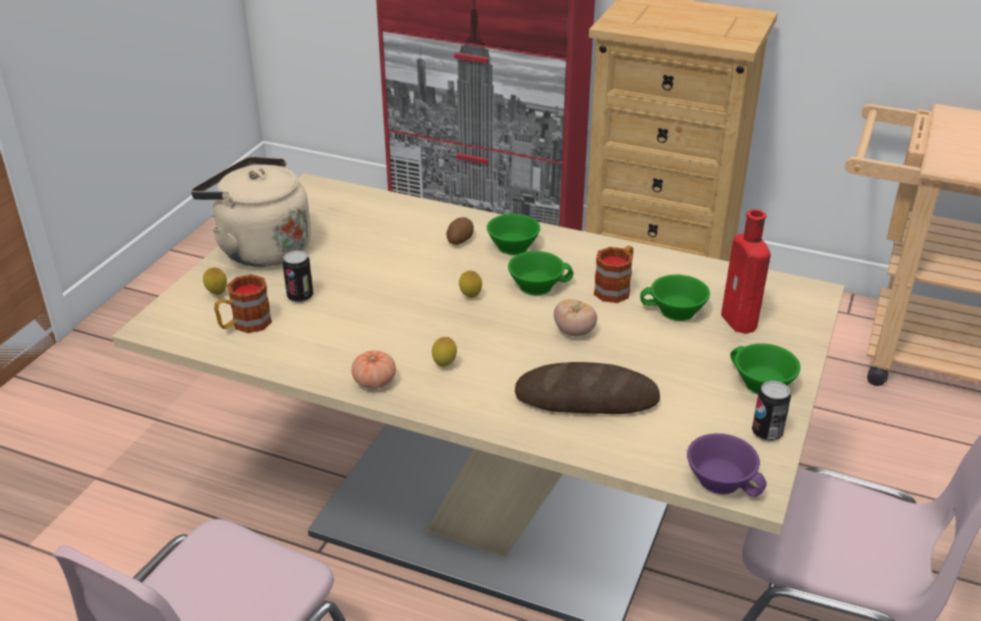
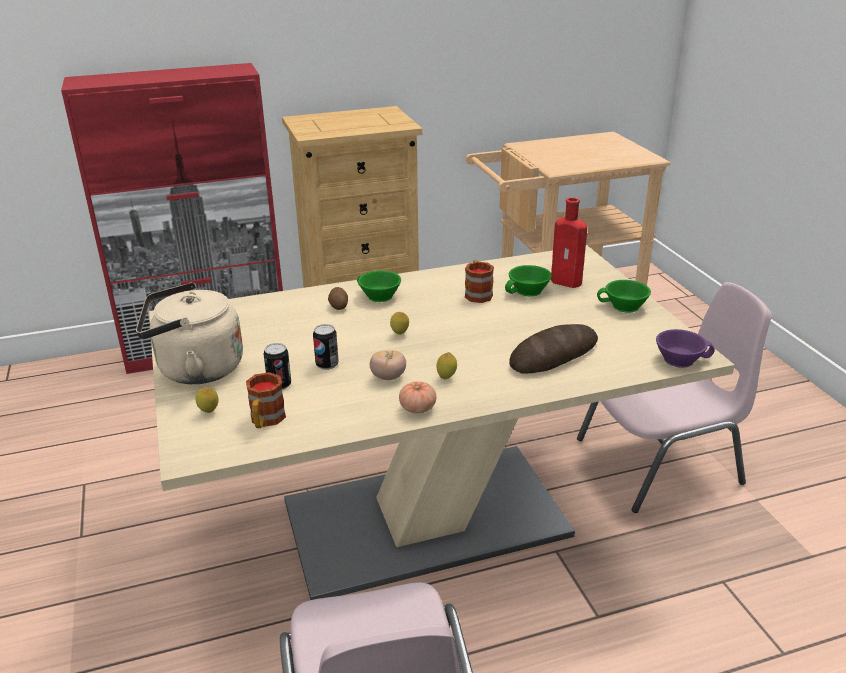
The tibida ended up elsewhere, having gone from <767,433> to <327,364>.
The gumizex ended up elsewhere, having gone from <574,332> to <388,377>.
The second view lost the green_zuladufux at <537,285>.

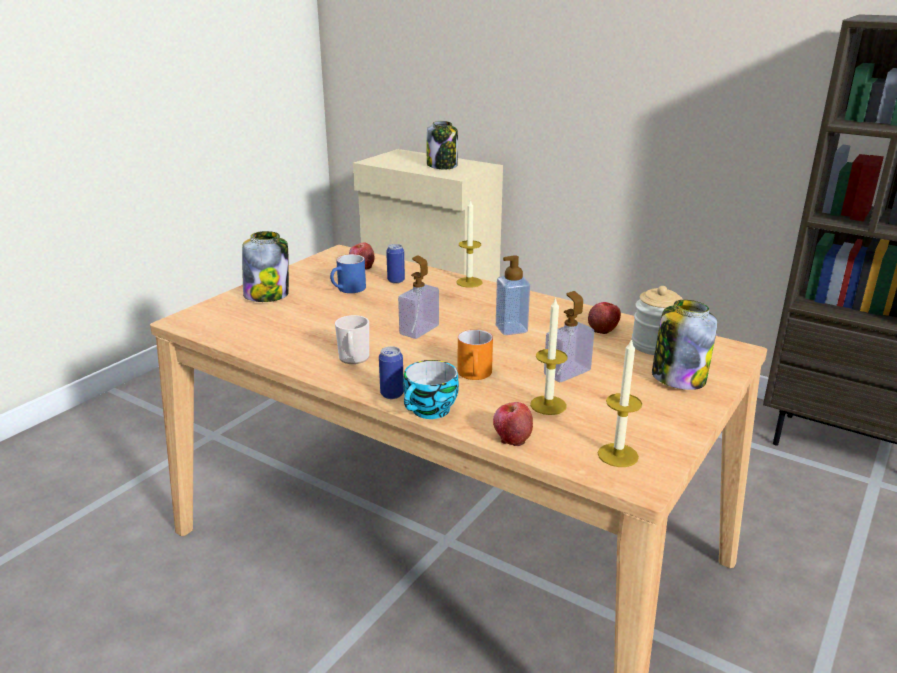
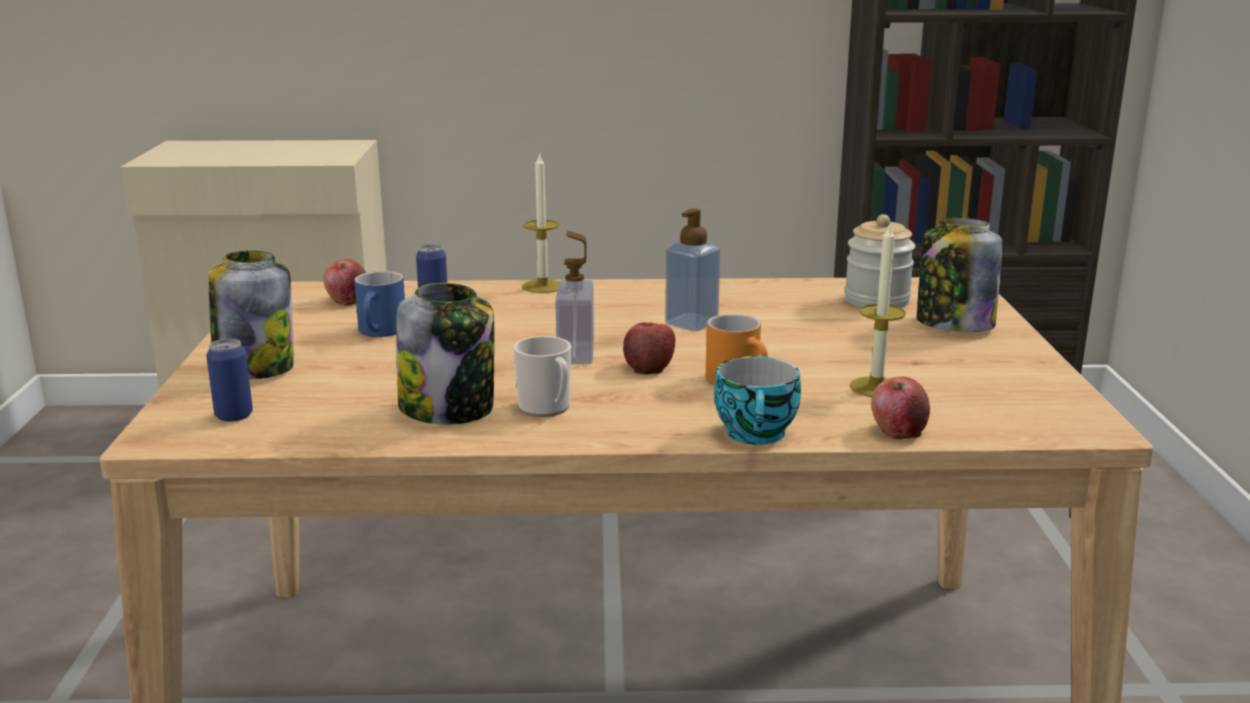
The tibida ended up elsewhere, having gone from <392,394> to <234,415>.
The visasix ended up elsewhere, having gone from <442,166> to <449,409>.
The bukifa ended up elsewhere, having gone from <603,329> to <649,367>.
The second view lost the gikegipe at <567,372>.
The second view lost the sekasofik at <618,455>.

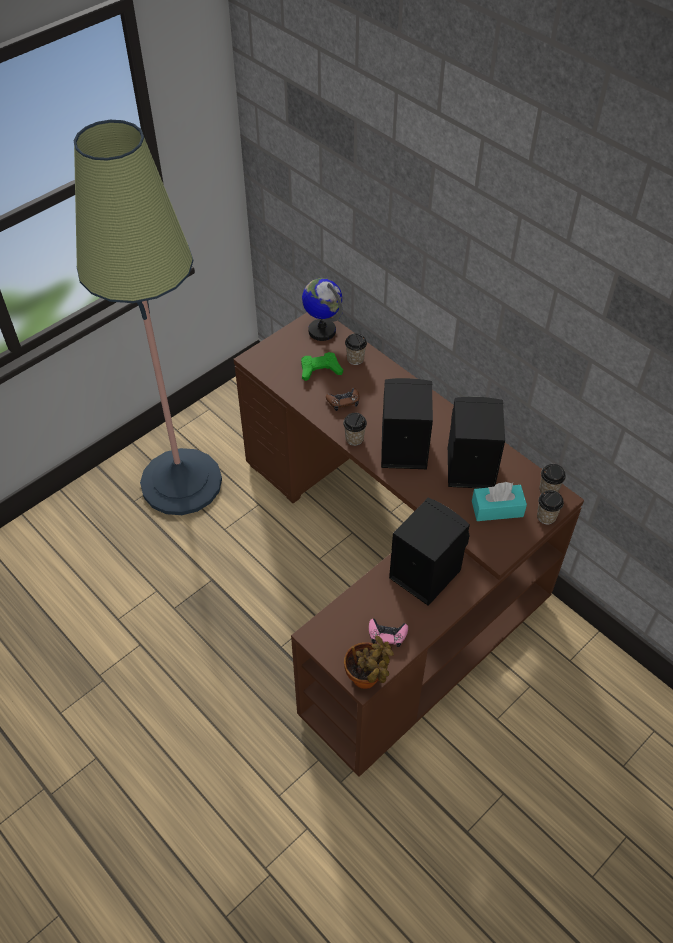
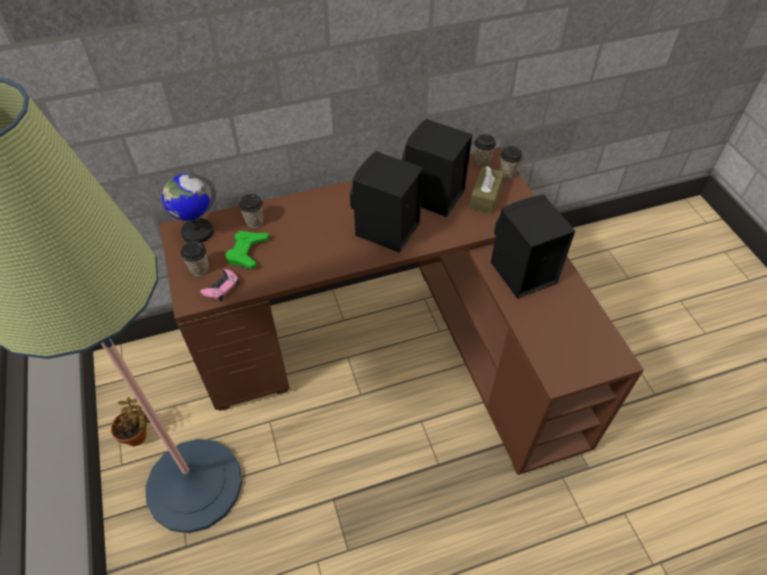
The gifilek ended up elsewhere, having gone from <367,679> to <139,436>.
The zuladufux ended up elsewhere, having gone from <354,439> to <199,269>.
The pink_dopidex ended up elsewhere, having gone from <387,634> to <221,287>.
What was the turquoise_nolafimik at <497,509> turned into the brown_nolafimik at <485,197>.
The second view lost the brown_dopidex at <343,401>.

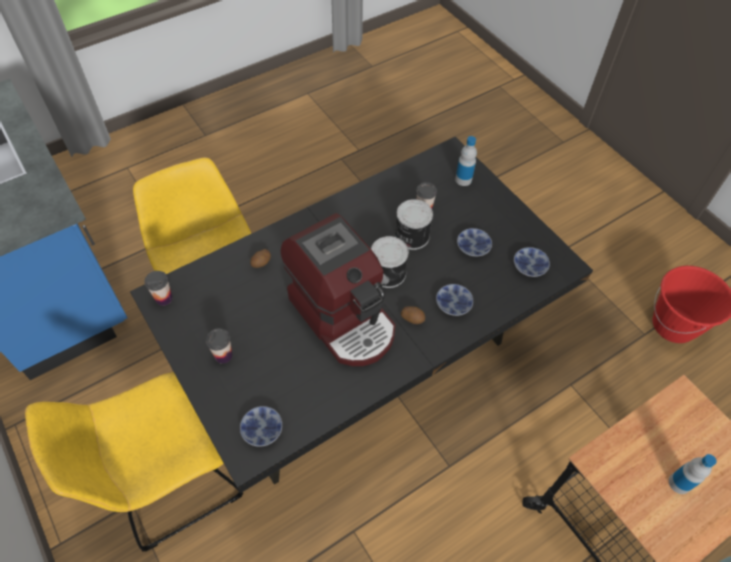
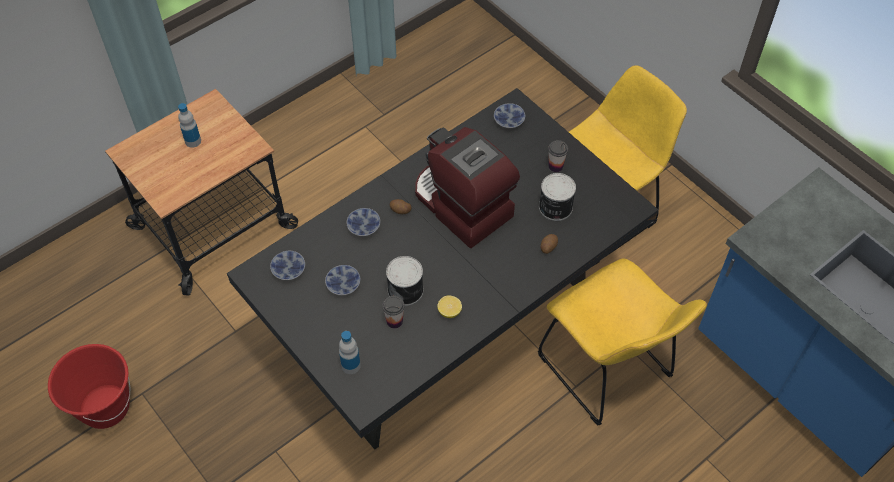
The second view gained the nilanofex at <449,311>.
The tibida ended up elsewhere, having gone from <388,272> to <555,207>.
The second view lost the zuladufux at <164,298>.

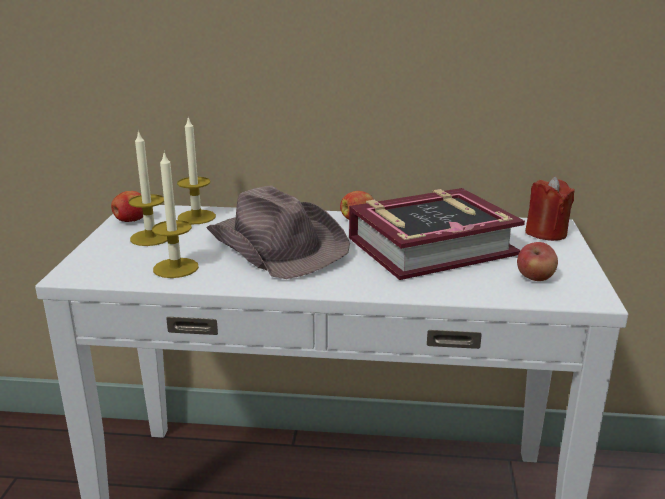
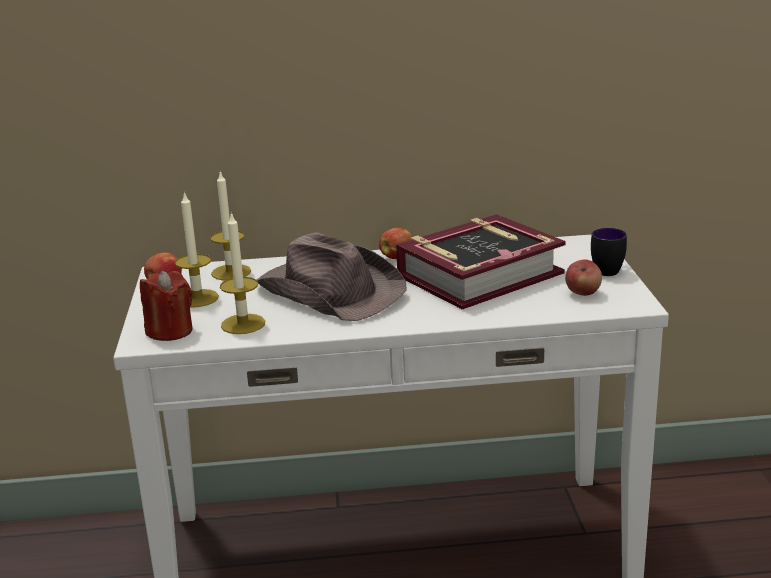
The red_sekasofik ended up elsewhere, having gone from <546,233> to <170,331>.
The second view gained the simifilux at <610,269>.

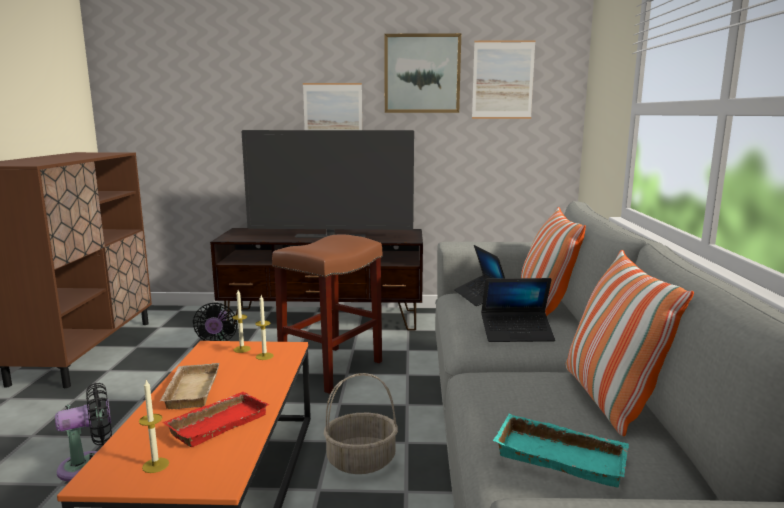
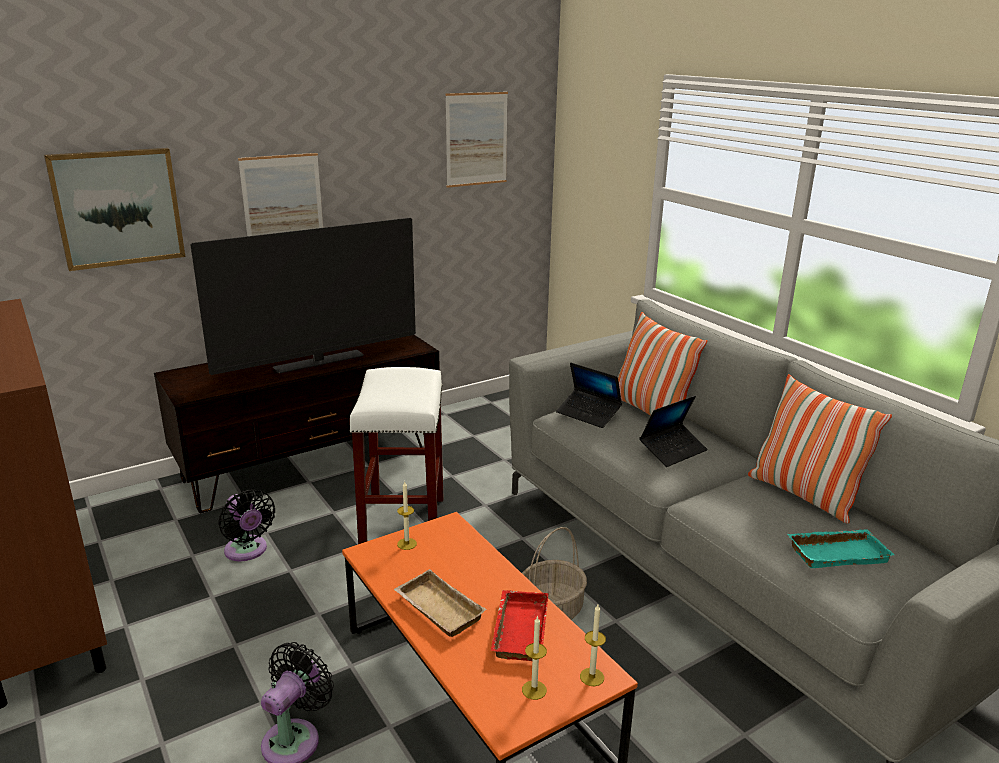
The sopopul ended up elsewhere, having gone from <422,74> to <118,208>.
What was the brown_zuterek at <332,368> turned into the white_zuterek at <402,524>.
The sekasofik ended up elsewhere, having gone from <264,356> to <592,677>.

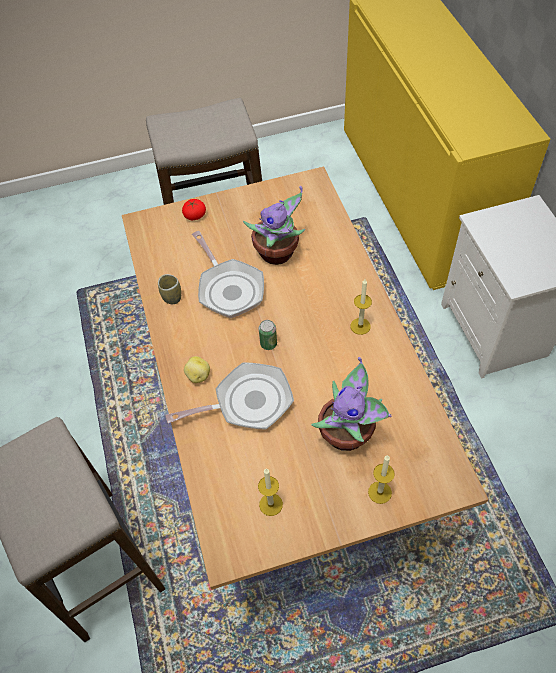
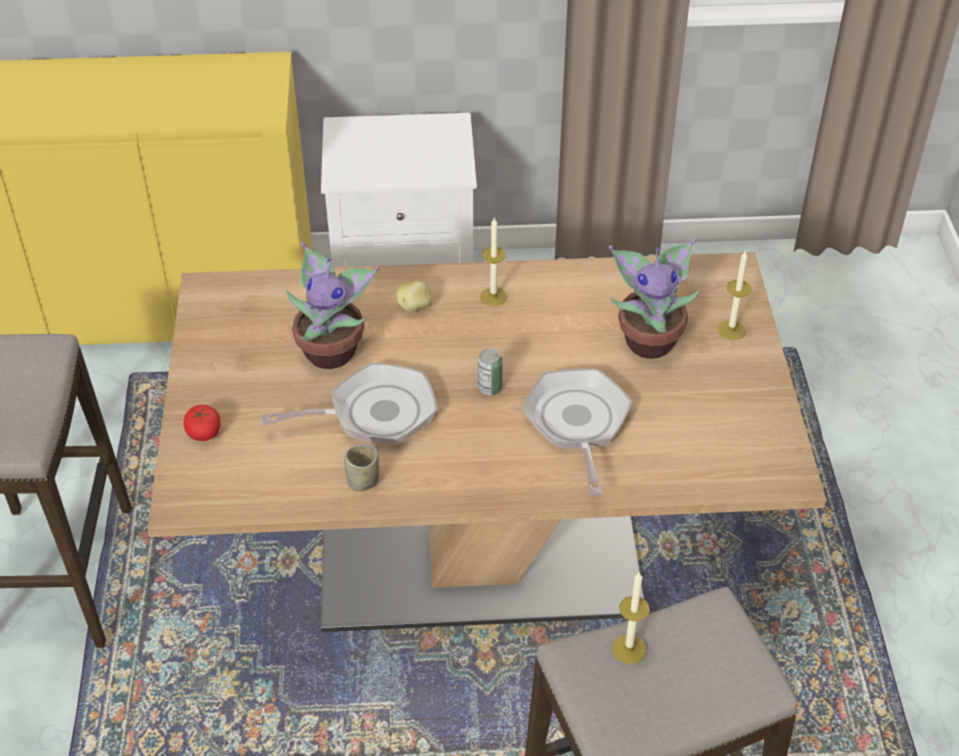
The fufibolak ended up elsewhere, having gone from <198,376> to <415,307>.
The sekasofik ended up elsewhere, having gone from <271,504> to <629,649>.

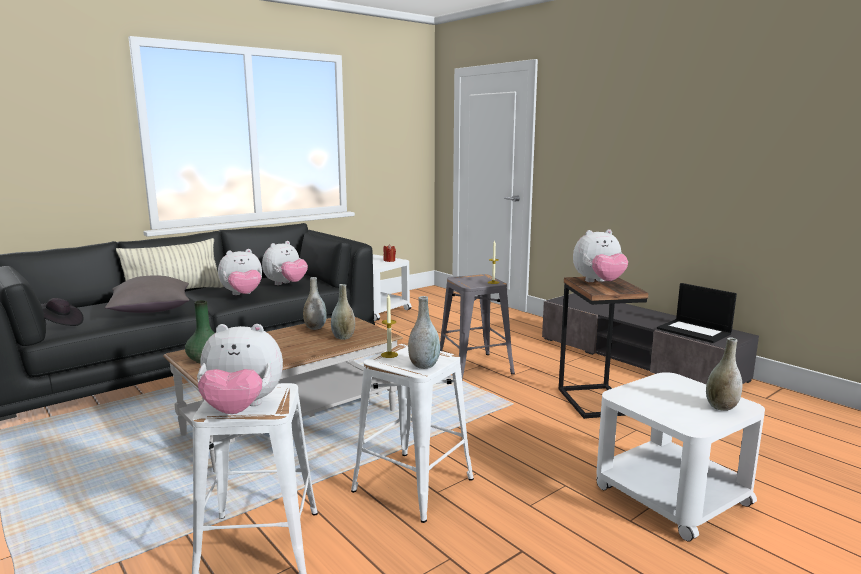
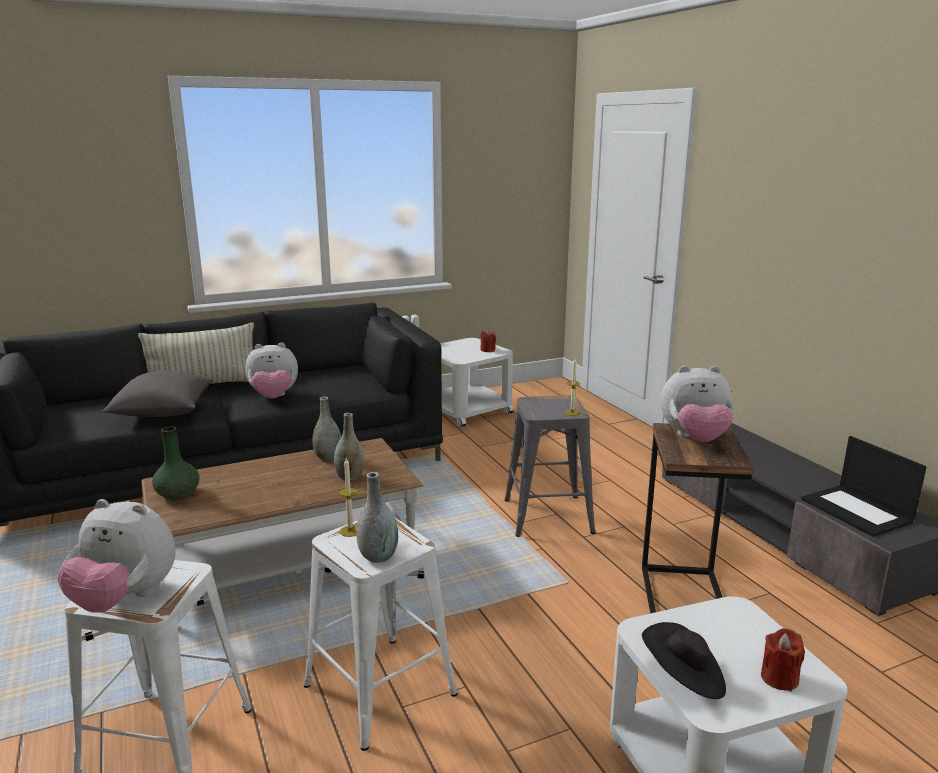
The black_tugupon ended up elsewhere, having gone from <60,324> to <683,678>.
Where the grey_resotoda stood at <721,407>, the red_sekasofik came to stand at <779,678>.
The second view lost the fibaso at <286,284>.

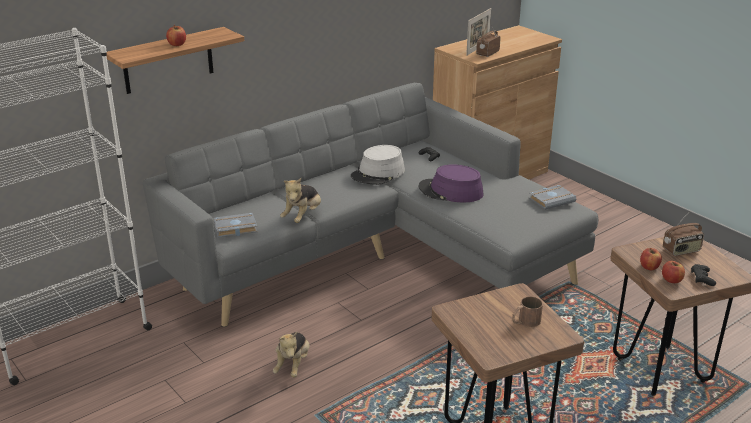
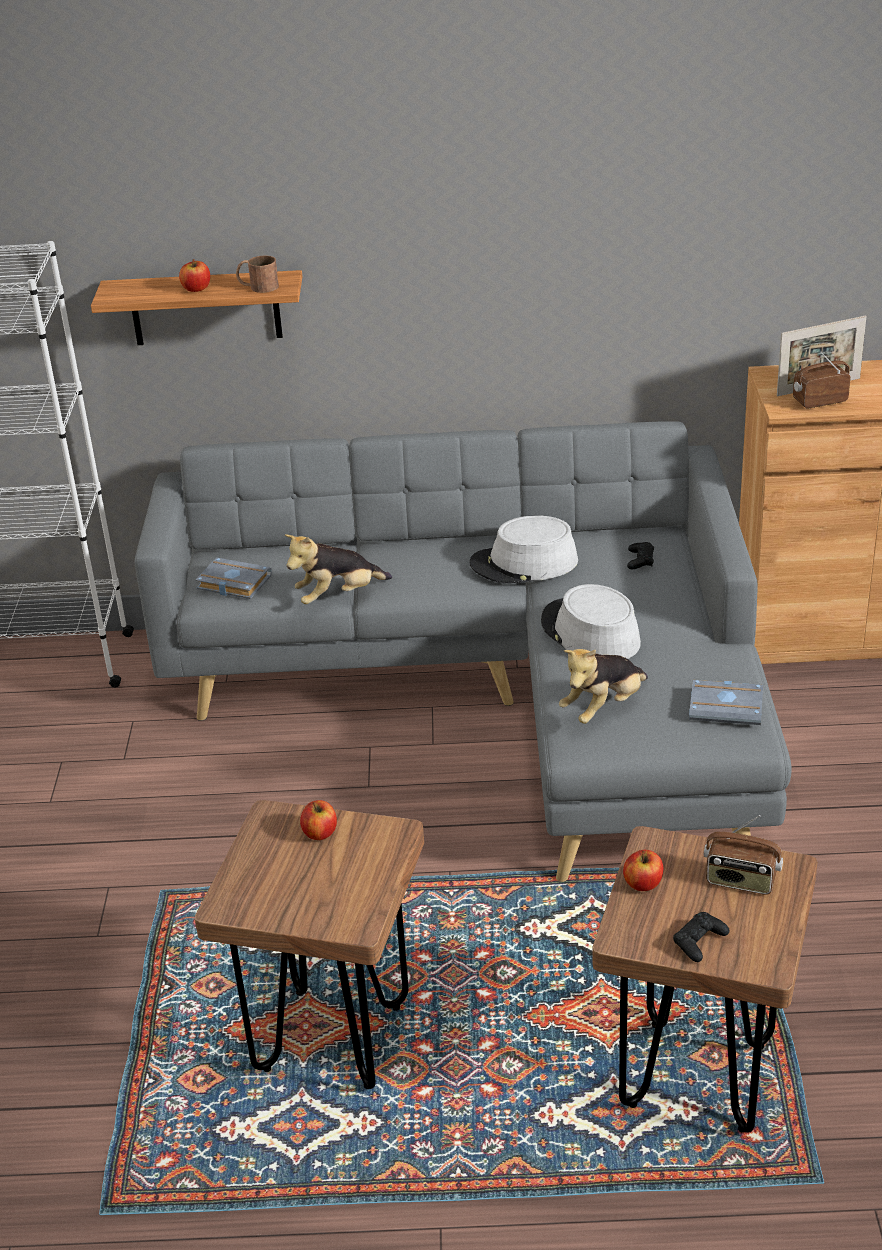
The brown_simifilux ended up elsewhere, having gone from <525,321> to <257,287>.
The bukifa ended up elsewhere, having gone from <671,280> to <320,833>.
What was the purple_tugupon at <450,191> turned into the grey_tugupon at <589,633>.
The fibaso ended up elsewhere, having gone from <293,365> to <604,708>.

